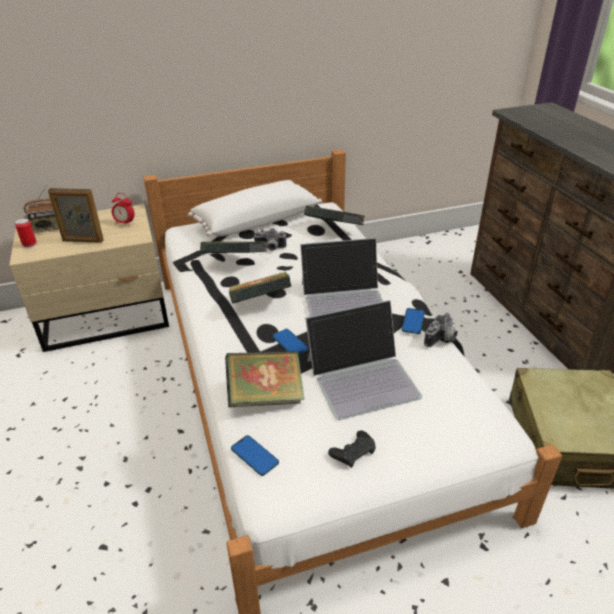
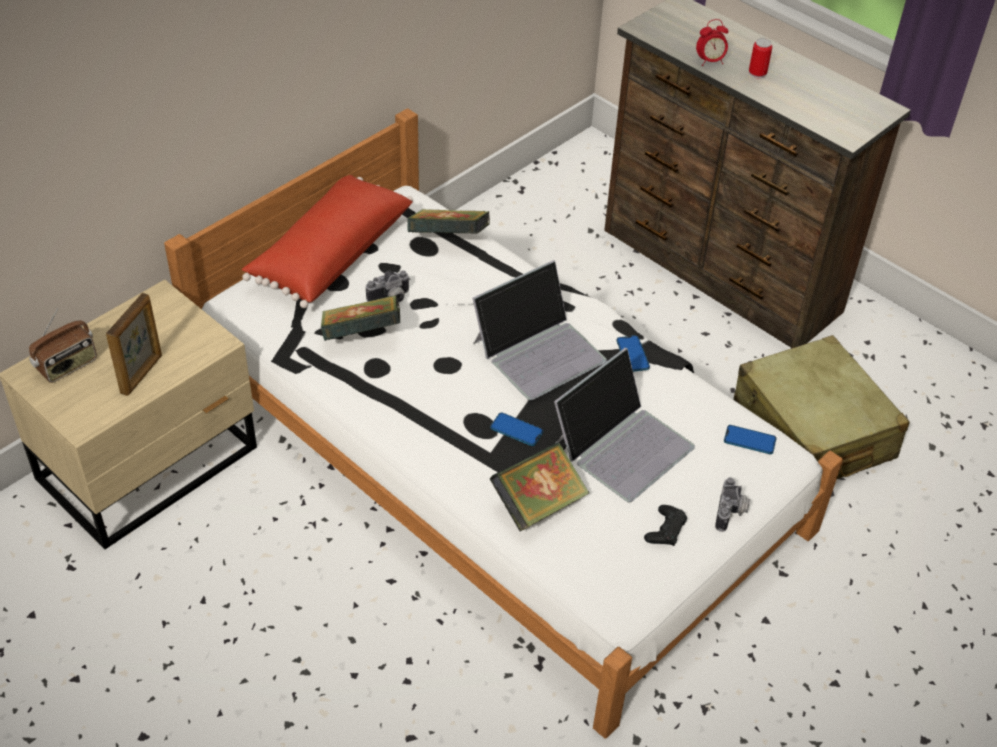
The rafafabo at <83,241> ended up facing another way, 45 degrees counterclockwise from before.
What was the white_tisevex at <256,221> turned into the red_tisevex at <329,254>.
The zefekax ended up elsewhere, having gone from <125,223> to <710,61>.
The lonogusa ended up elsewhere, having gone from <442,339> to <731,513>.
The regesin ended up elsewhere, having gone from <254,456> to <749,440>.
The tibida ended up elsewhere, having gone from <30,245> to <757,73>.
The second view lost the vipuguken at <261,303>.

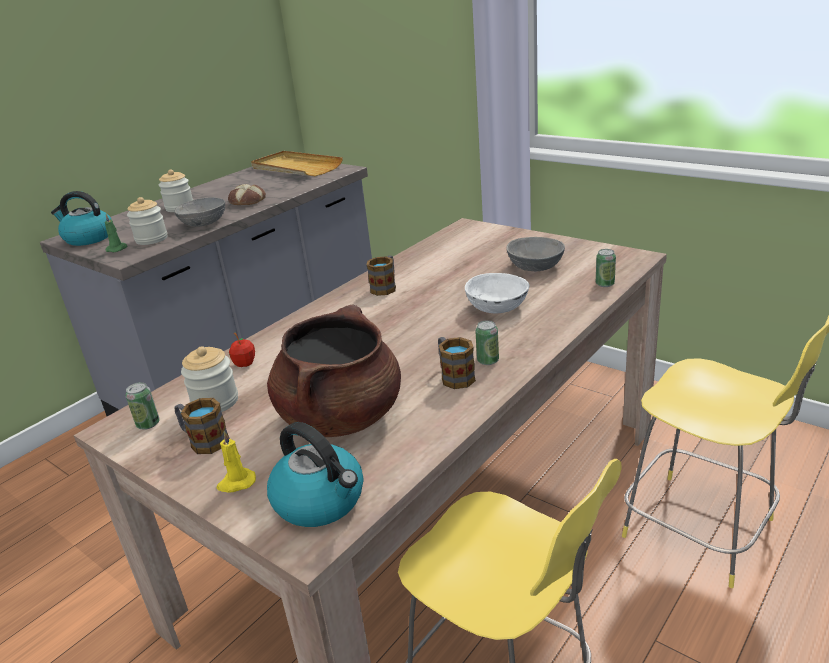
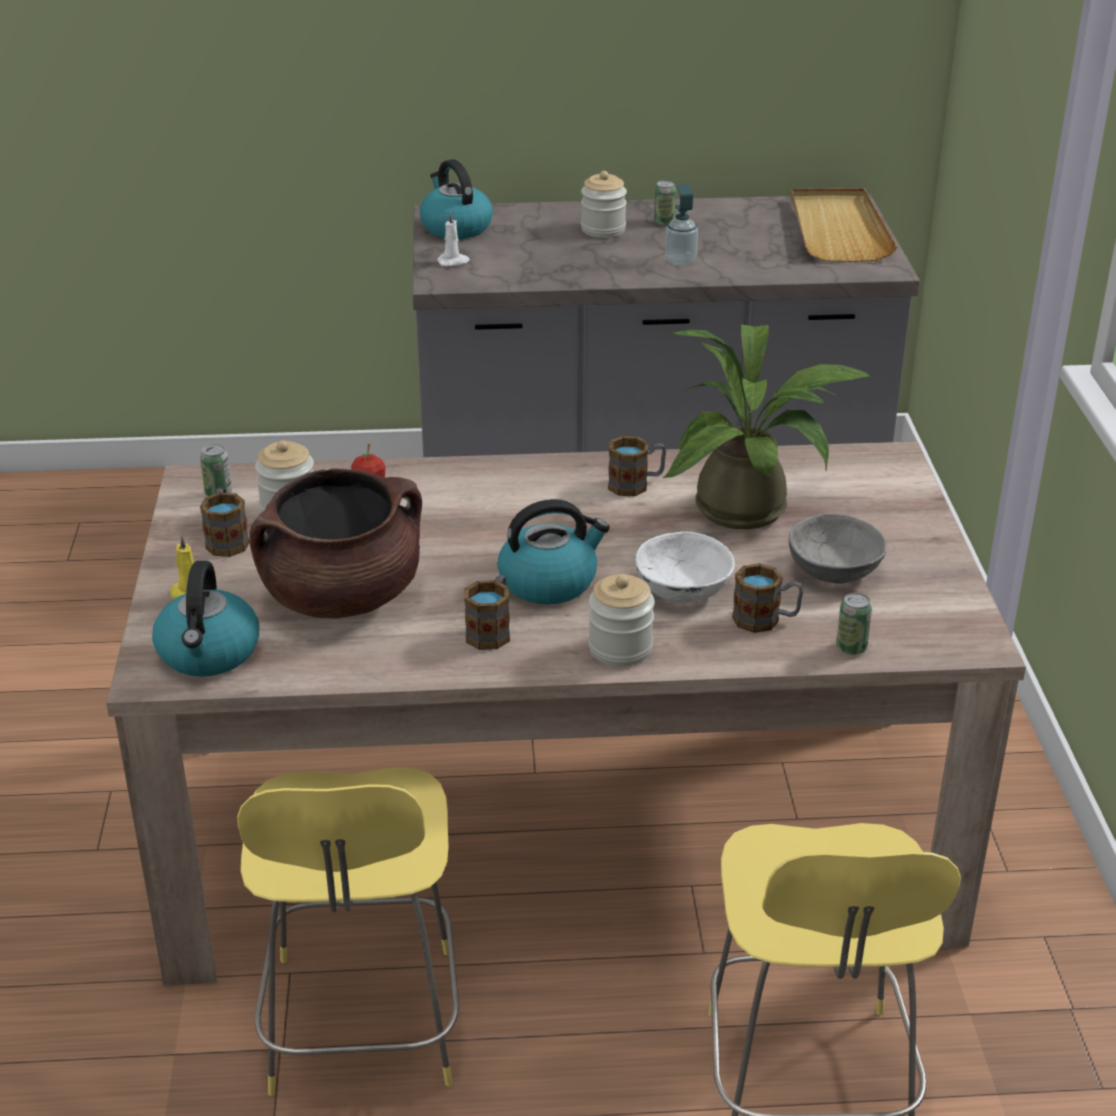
What was the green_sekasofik at <117,249> turned into the white_sekasofik at <453,261>.
The second view gained the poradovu at <549,582>.
The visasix ended up elsewhere, having gone from <151,239> to <620,648>.
The tibida ended up elsewhere, having gone from <488,361> to <664,222>.
The second view gained the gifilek at <753,510>.
Where the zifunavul stood at <247,201>, the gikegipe came to stand at <680,261>.
The second view gained the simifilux at <766,620>.
The second view lost the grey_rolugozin at <204,222>.

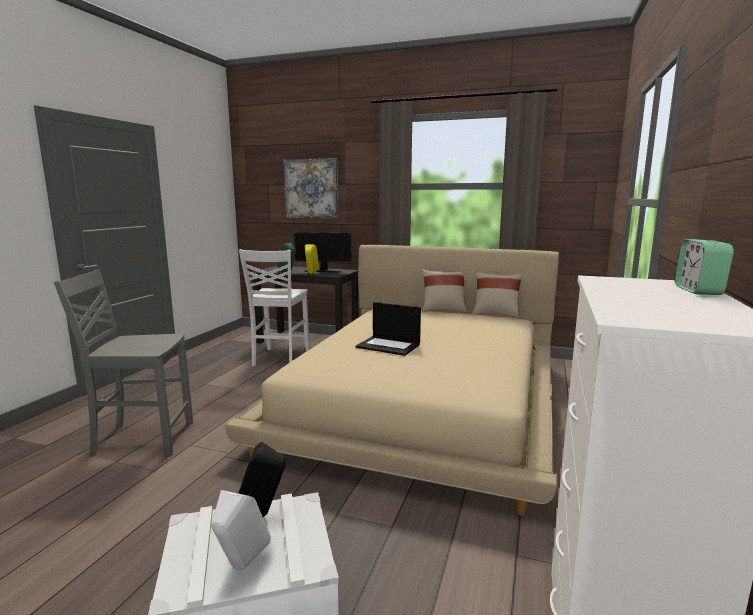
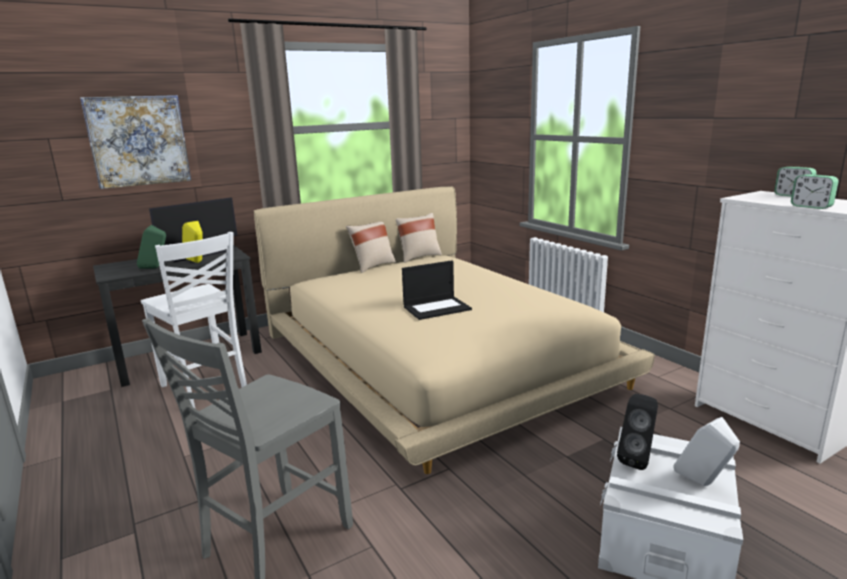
The second view gained the zefekax at <811,206>.

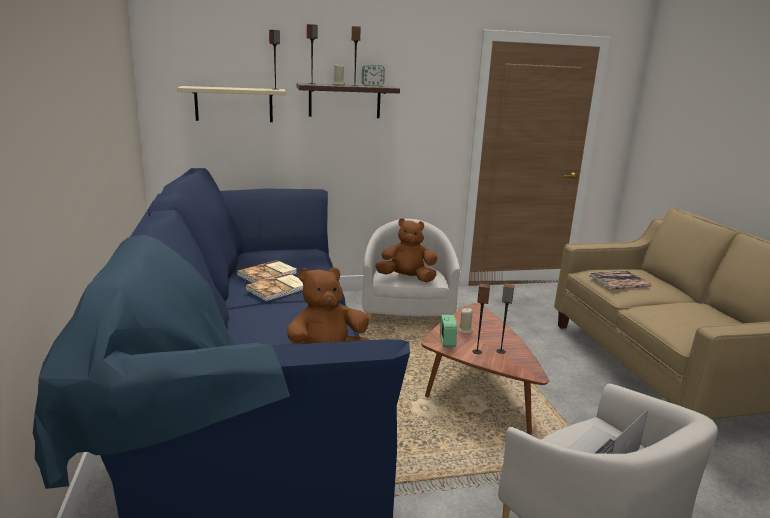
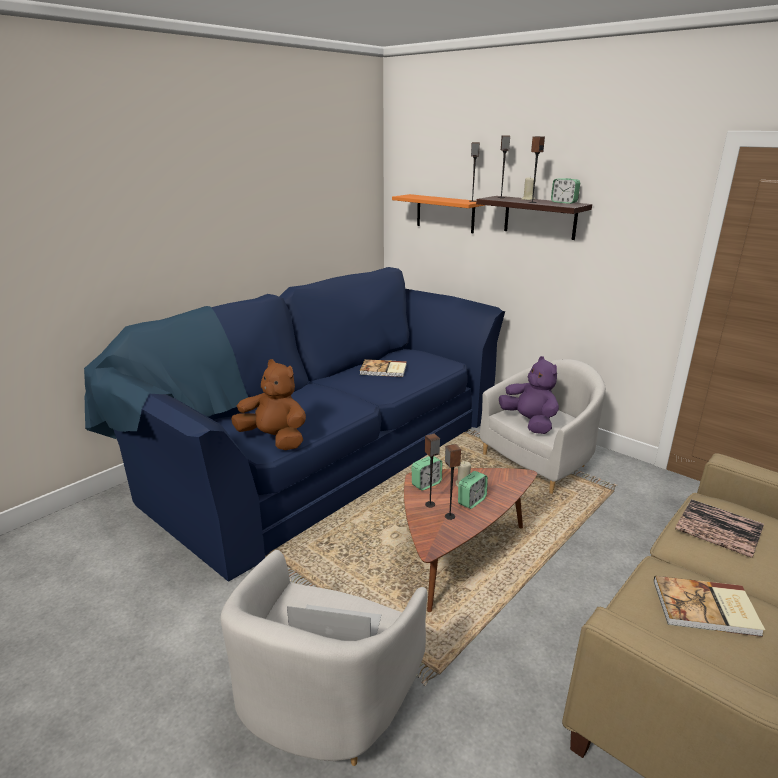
What was the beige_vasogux at <234,104> turned into the orange_vasogux at <445,213>.
The second view gained the zefekax at <471,501>.
What was the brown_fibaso at <407,278> turned into the purple_fibaso at <529,423>.
The vipuguken ended up elsewhere, having gone from <279,289> to <706,609>.

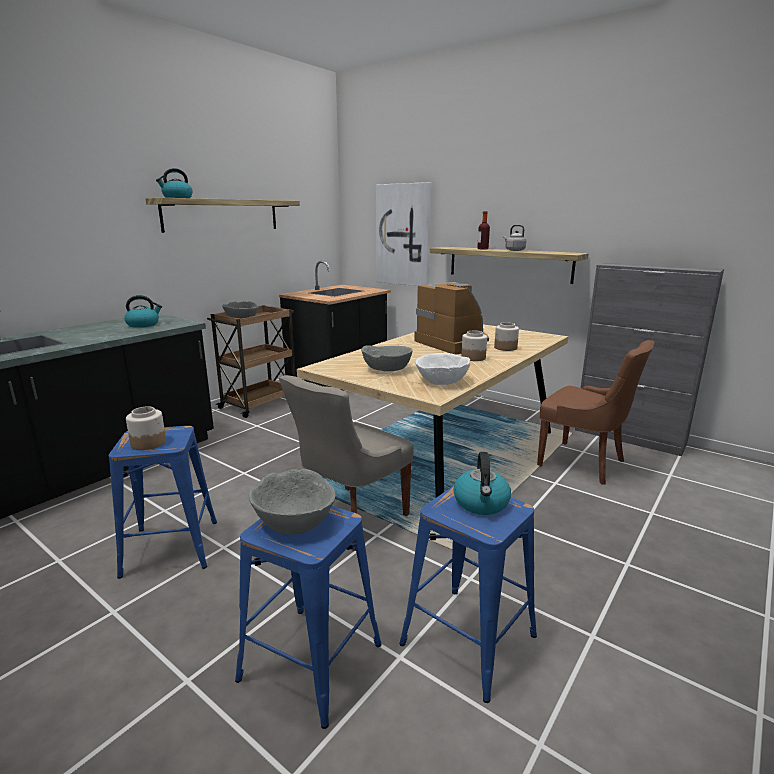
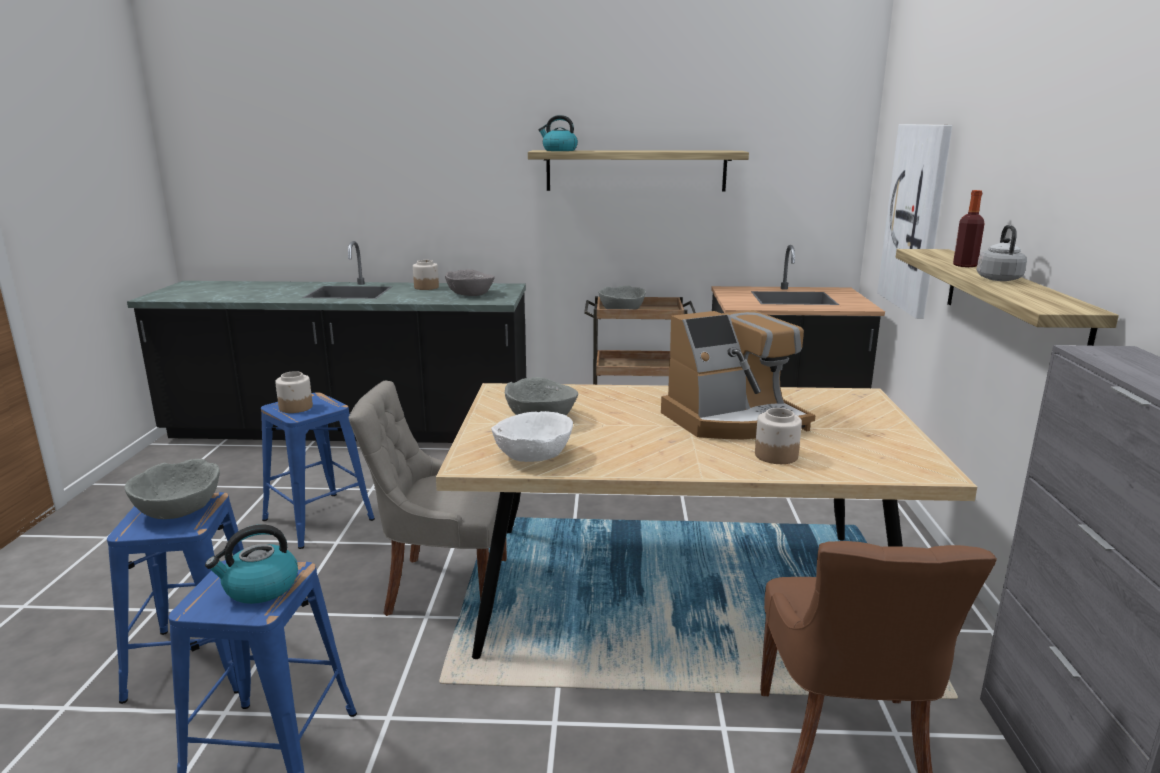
The visasix ended up elsewhere, having gone from <473,358> to <426,287>.
Where the poradovu stood at <143,325>, the grey_rolugozin came to stand at <470,294>.
The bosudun at <454,343> ended up facing another way, 45 degrees clockwise from before.

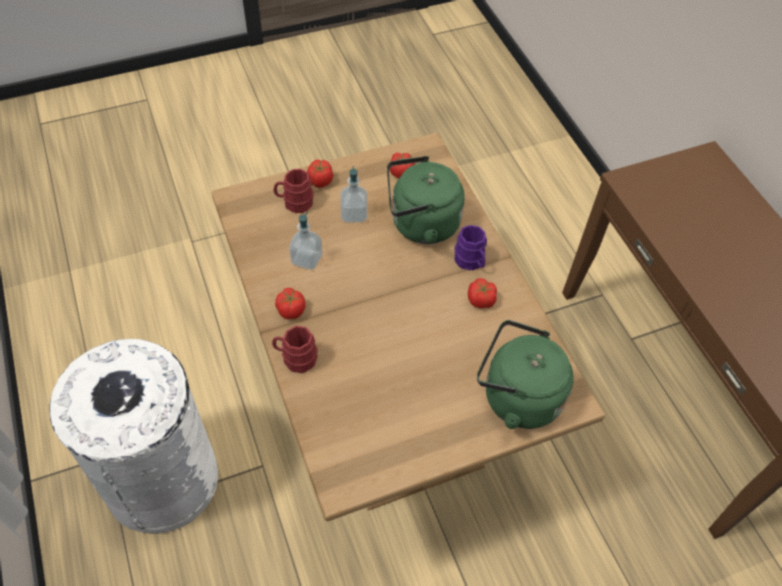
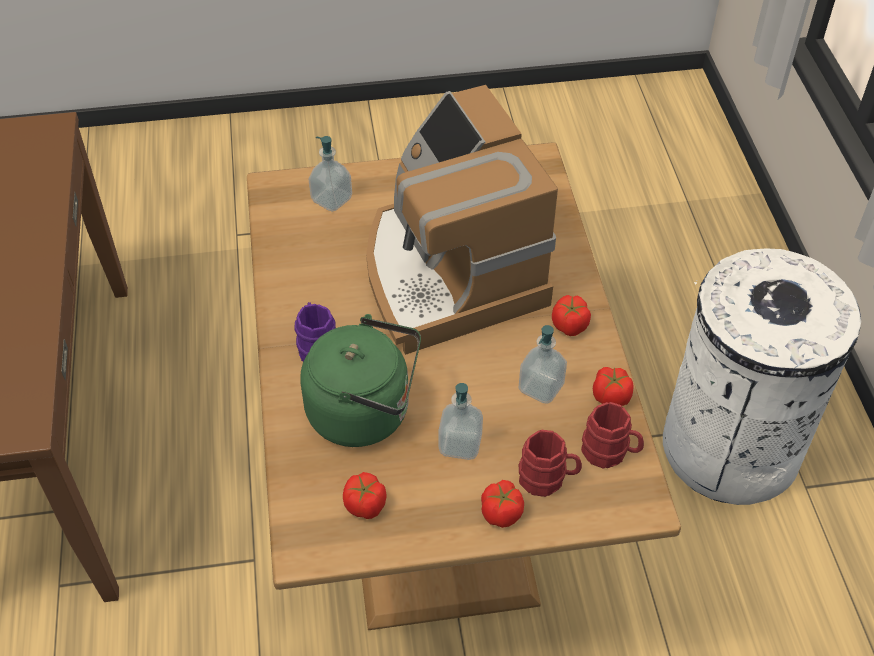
Where the green_poradovu stood at <516,396>, the gikegipe came to stand at <331,199>.
The second view gained the bosudun at <448,273>.
The red_simifilux ended up elsewhere, having gone from <295,358> to <610,453>.
The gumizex ended up elsewhere, having gone from <481,300> to <610,397>.

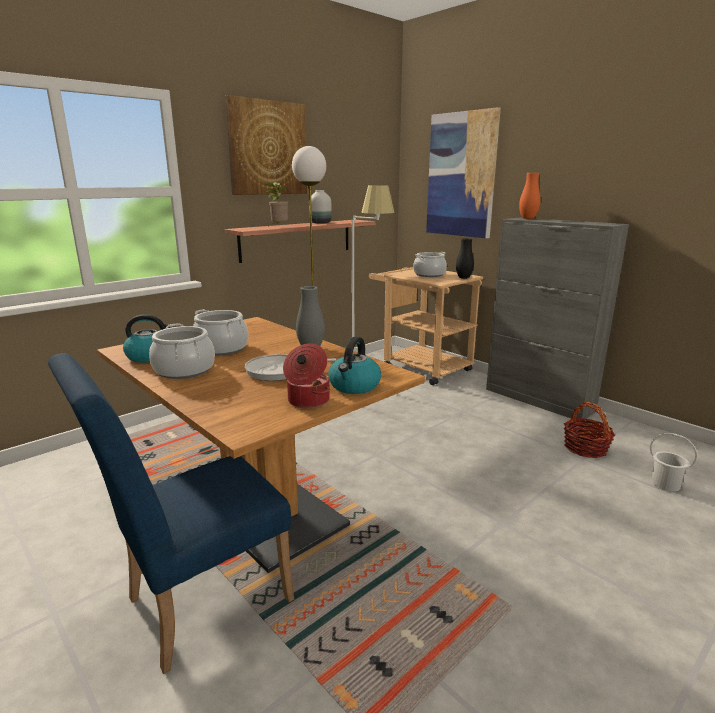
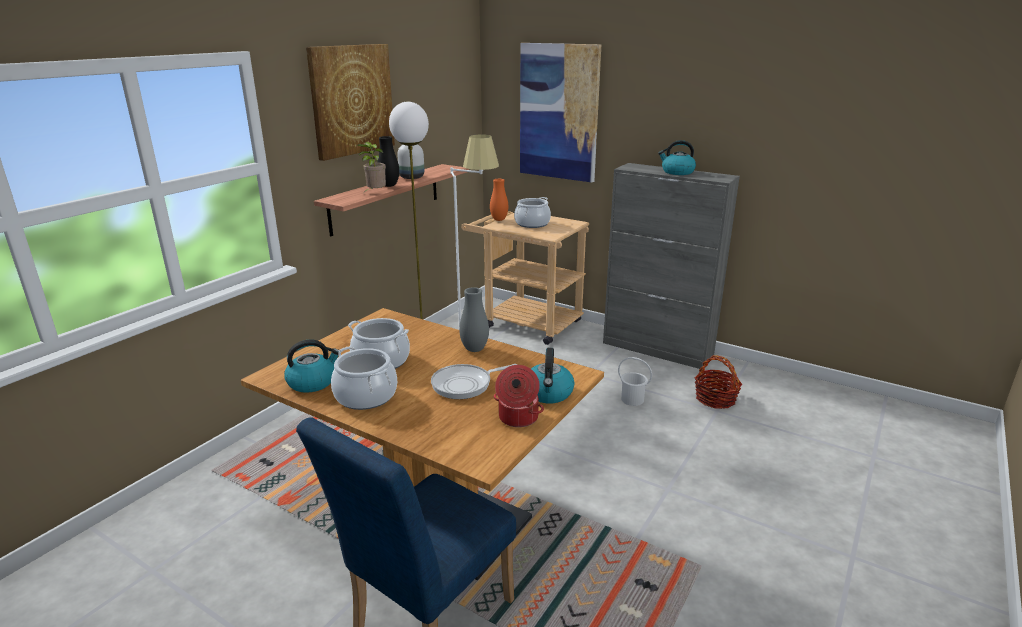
The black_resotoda ended up elsewhere, having gone from <464,278> to <389,185>.
The orange_resotoda ended up elsewhere, having gone from <528,218> to <499,219>.
The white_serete ended up elsewhere, having gone from <665,483> to <632,399>.
The second view gained the poradovu at <677,172>.

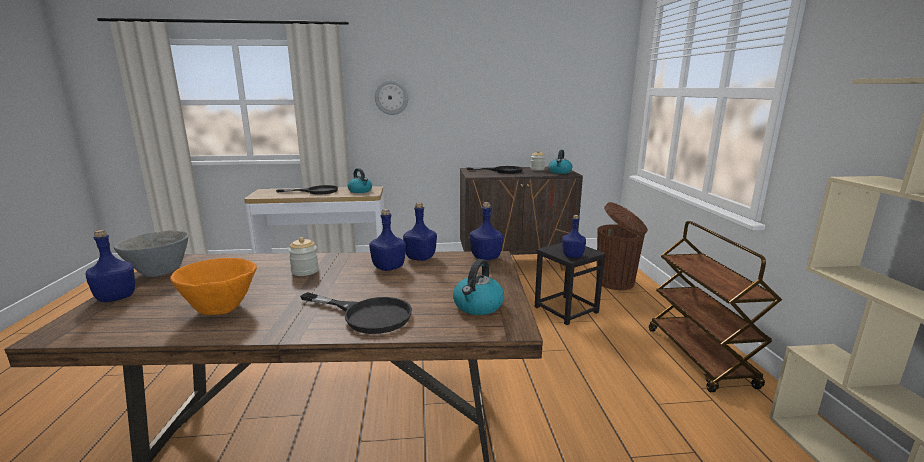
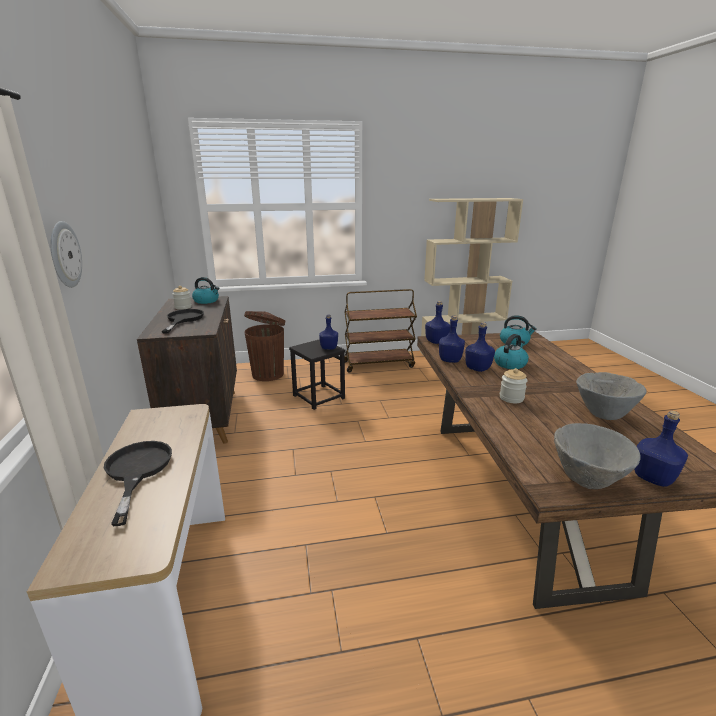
The poradovu ended up elsewhere, having gone from <360,191> to <510,364>.
What was the orange_rolugozin at <222,308> turned into the grey_rolugozin at <603,414>.
The second view lost the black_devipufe at <367,315>.

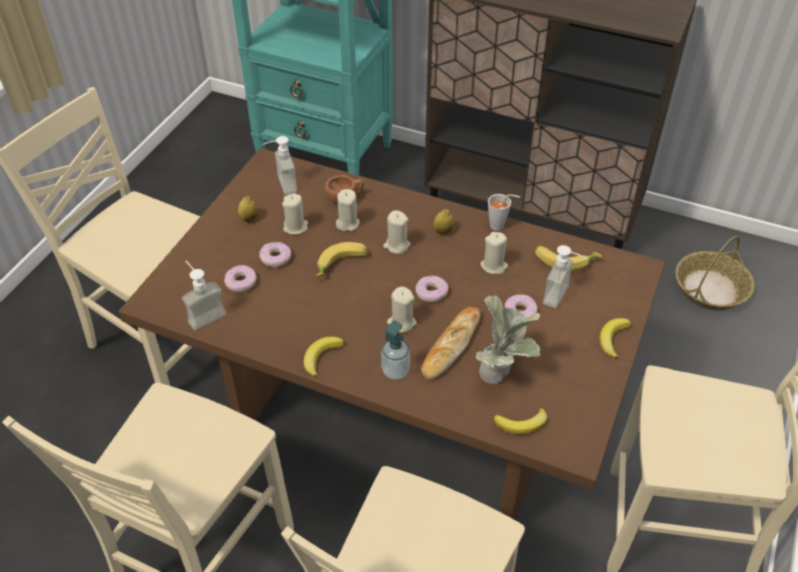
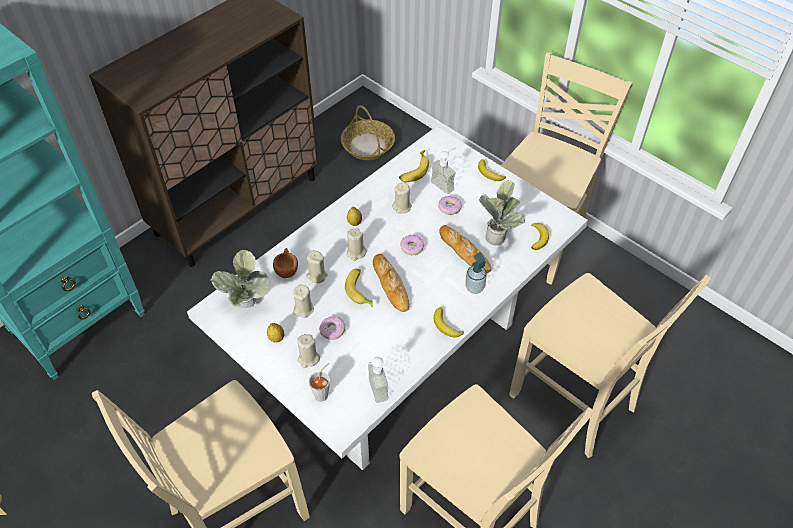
What was the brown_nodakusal at <397,419> turned into the white_nodakusal at <396,357>.
Where the gikegipe stood at <280,186>, the gifilek came to stand at <247,308>.
The beige_sekasofik ended up elsewhere, having gone from <401,322> to <308,358>.
The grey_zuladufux ended up elsewhere, having gone from <500,226> to <323,393>.
The second view gained the zifunavul at <390,285>.
The second view lost the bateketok at <241,282>.

